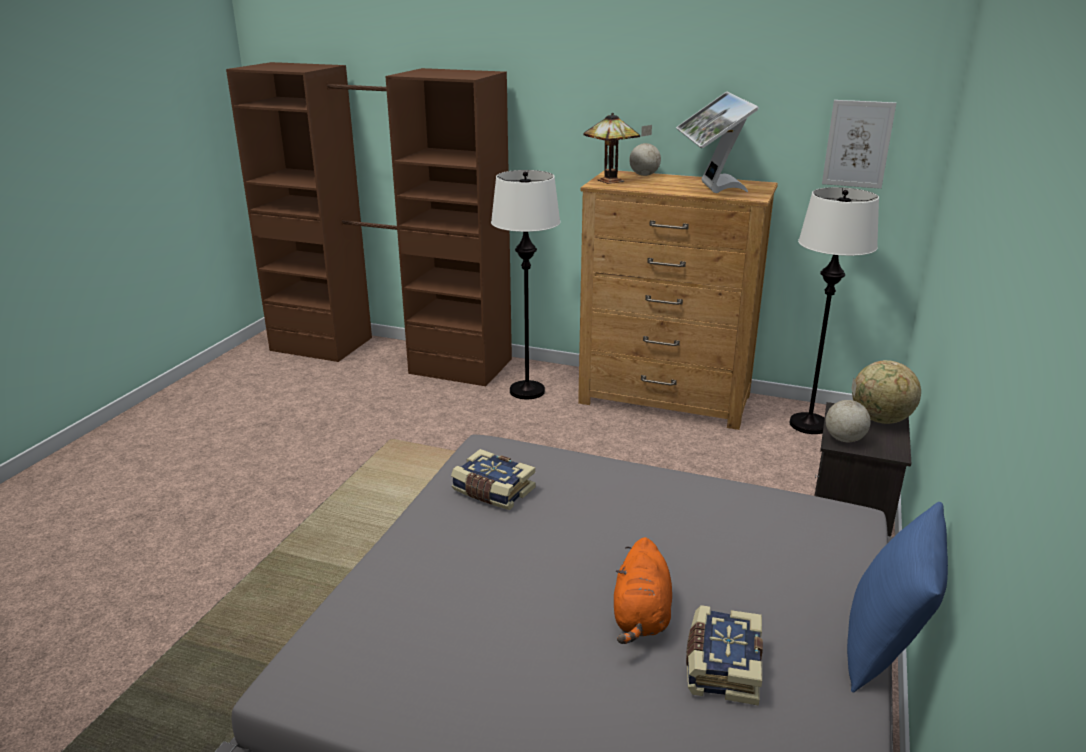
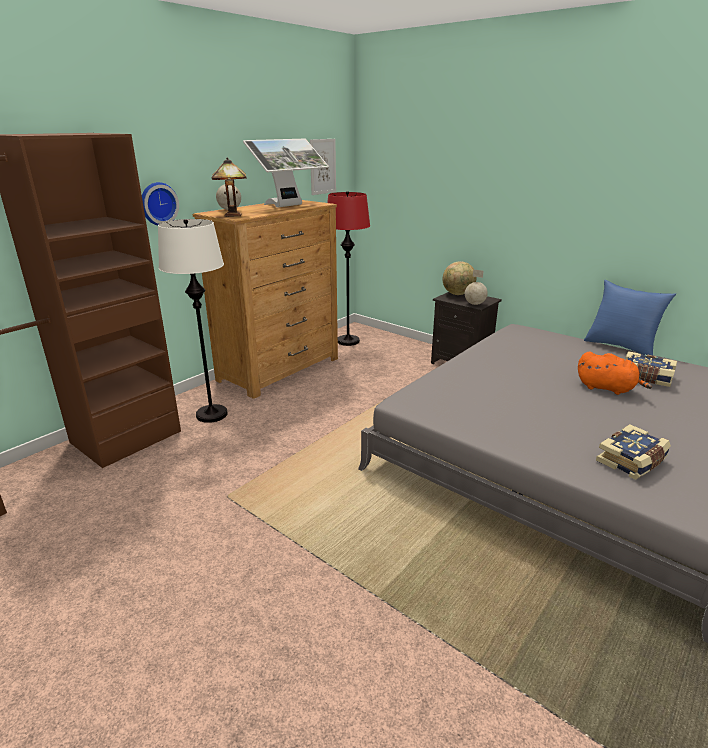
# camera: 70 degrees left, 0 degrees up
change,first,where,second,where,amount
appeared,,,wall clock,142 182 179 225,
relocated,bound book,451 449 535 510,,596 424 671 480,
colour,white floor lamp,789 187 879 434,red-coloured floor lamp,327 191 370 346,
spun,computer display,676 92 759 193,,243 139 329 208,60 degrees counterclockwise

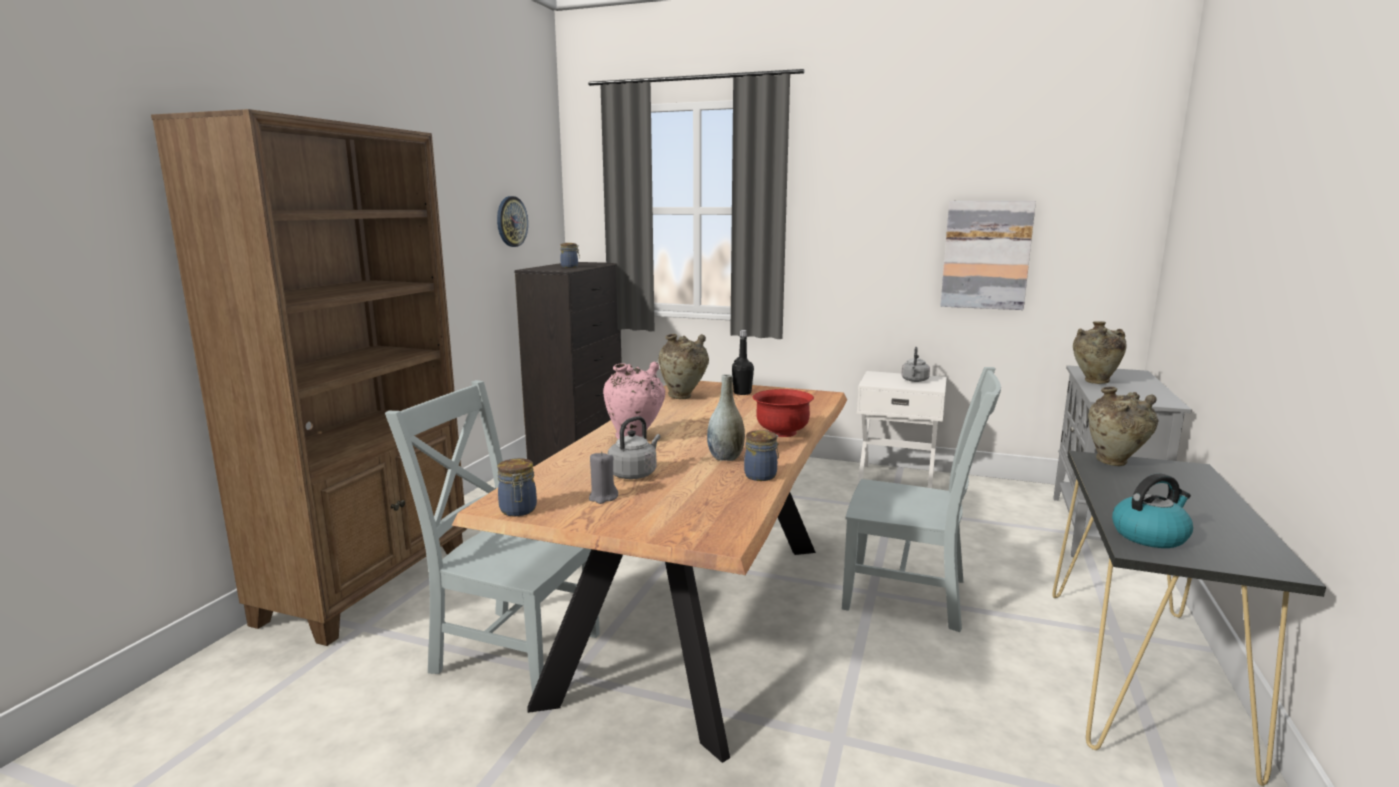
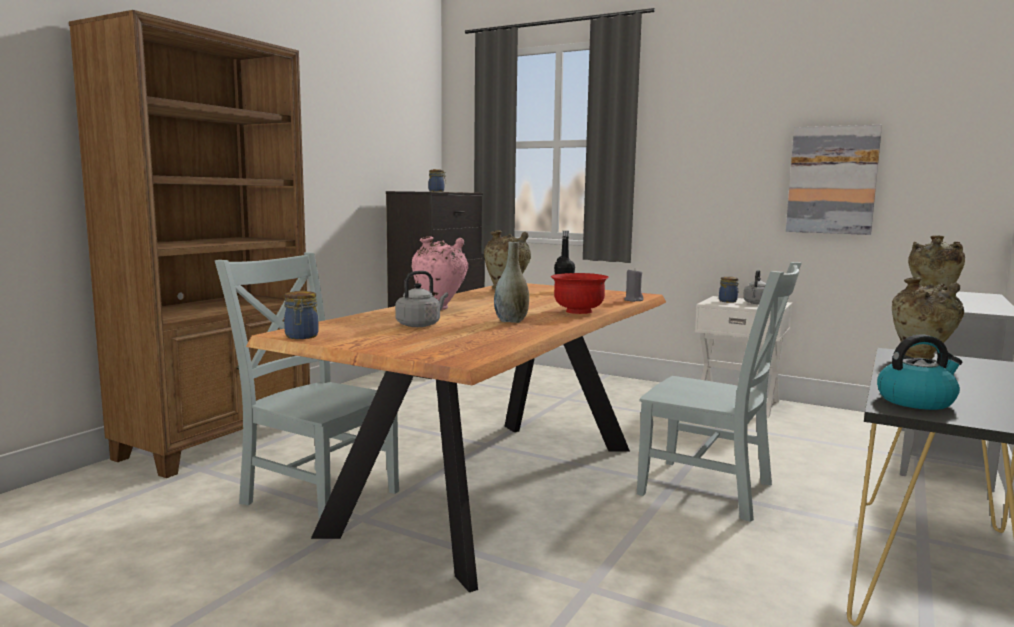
# camera: 10 degrees right, 5 degrees down
change,first,where,second,where,amount
missing,wall clock,497 196 528 247,,,
relocated,grey candle,589 451 618 504,,624 270 644 302,
relocated,jar,744 430 779 481,,719 276 739 303,

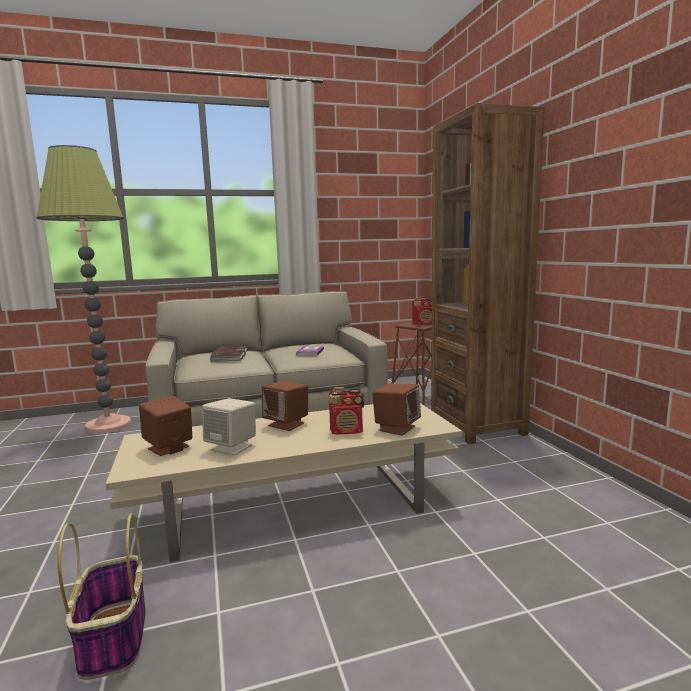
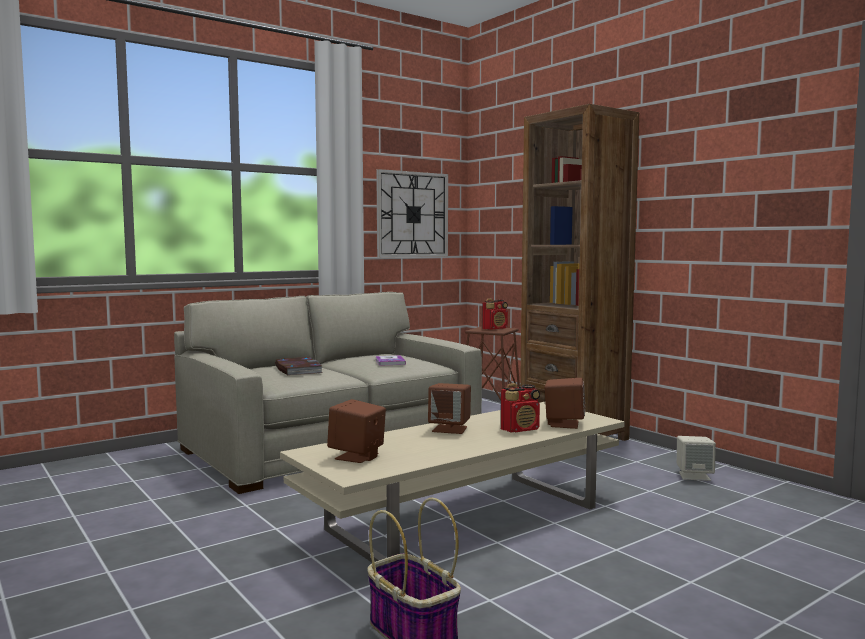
# camera: 20 degrees left, 5 degrees down
change,first,where,second,where,amount
missing,floor lamp,36 145 131 434,,,
appeared,,,wall clock,376 169 448 258,
relocated,sand-coloured audio speaker,202 398 256 455,,677 436 716 481,

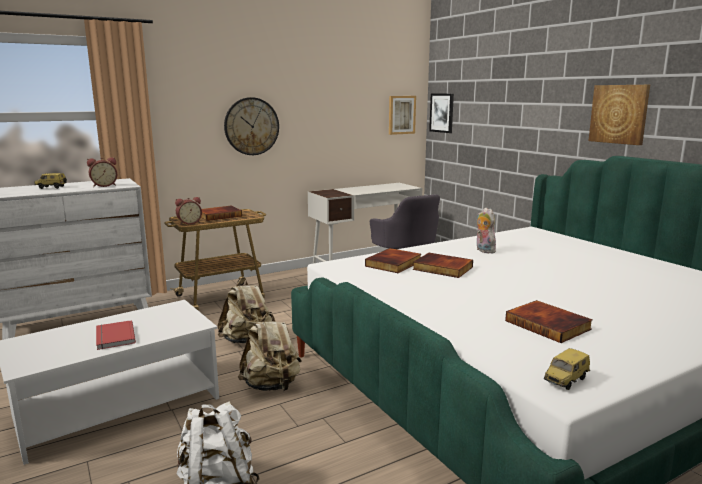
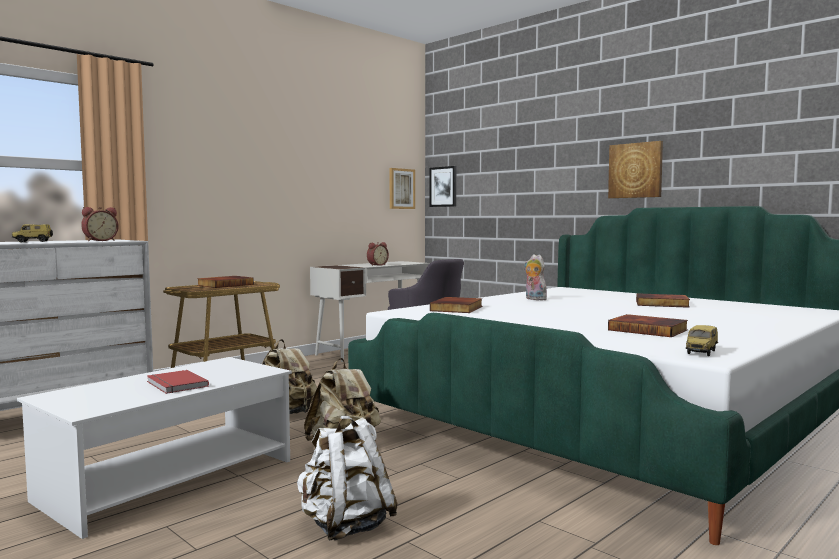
# camera: 15 degrees left, 10 degrees down
change,first,where,second,where,amount
missing,wall clock,224 97 279 155,,,
relocated,alarm clock,175 197 202 225,,367 242 389 266,
relocated,bound book,413 253 473 278,,636 293 690 308,

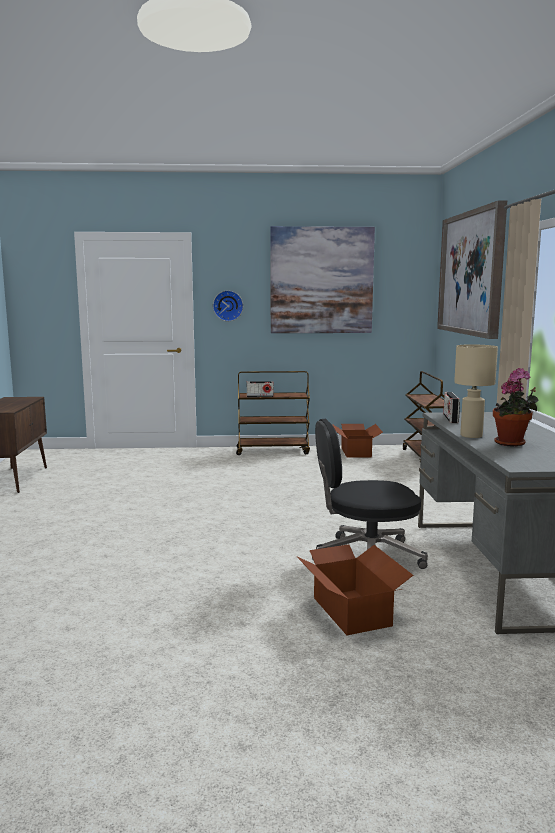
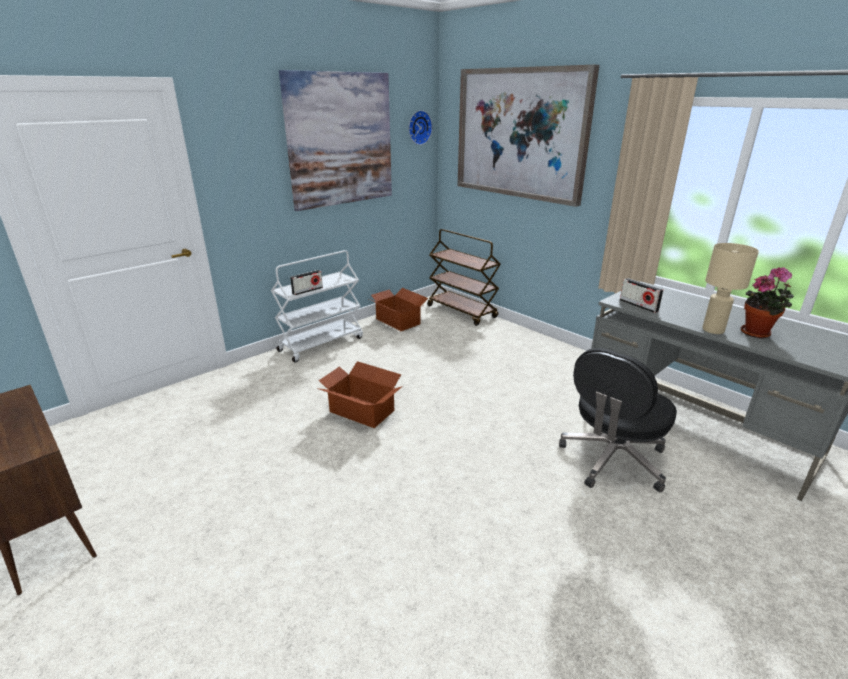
# camera: 40 degrees left, 15 degrees up
change,first,where,second,where,amount
relocated,wall clock,213 290 243 321,,409 110 432 145,
relocated,cardboard box,296 544 413 635,,317 361 403 428,
colour,brownish trolley,236 371 310 455,white trolley,271 250 363 363,

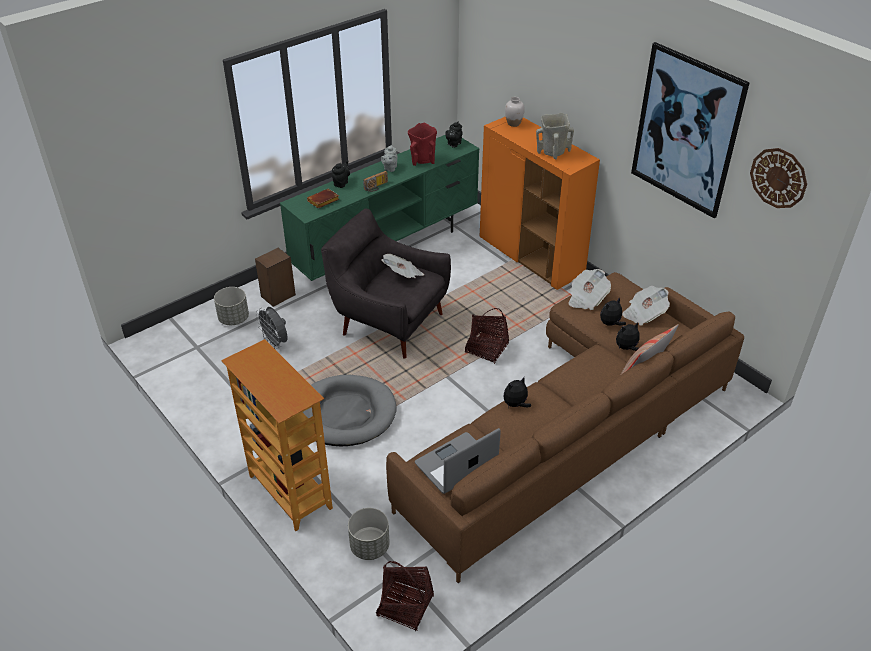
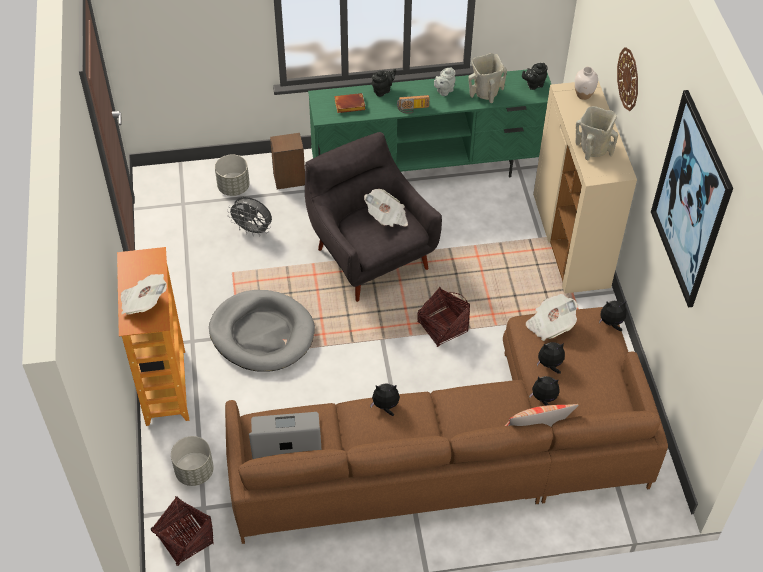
# camera: 30 degrees right, 10 degrees up
change,first,where,second,where,amount
appeared,,,soft toy,599 301 627 331,
relocated,newspaper,622 286 670 326,,121 274 167 315,
relocated,wall clock,750 148 807 208,,617 47 638 111,
colour,red-coloured flower vase,408 123 437 166,sand-coloured flower vase,468 53 507 103,
colour,orange-coloured cabinet,480 116 600 290,sand-coloured cabinet,533 81 637 293,
spun,grey cooling fan,255 307 288 349,,227 197 272 237,60 degrees counterclockwise

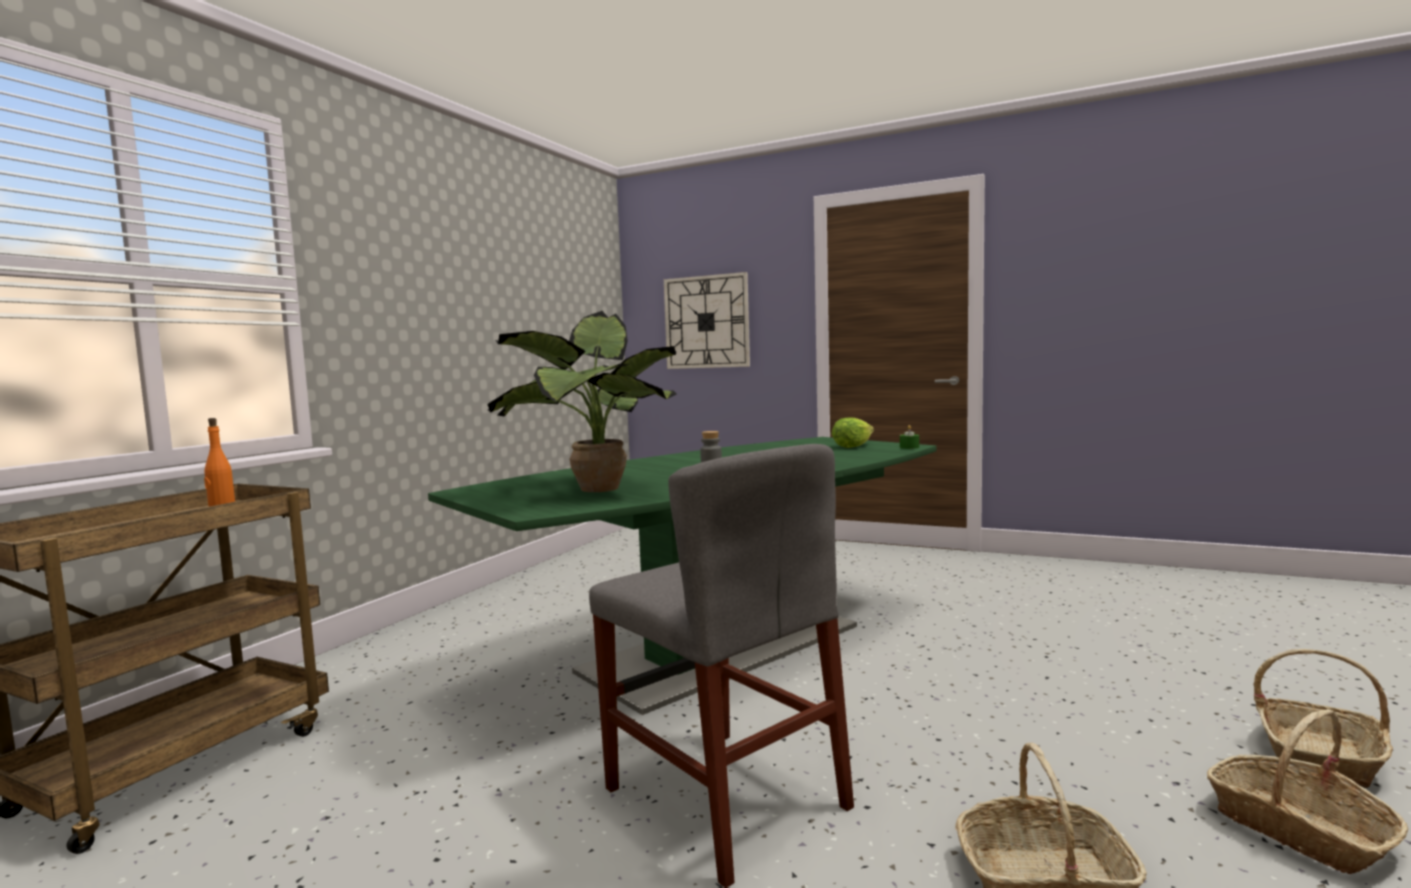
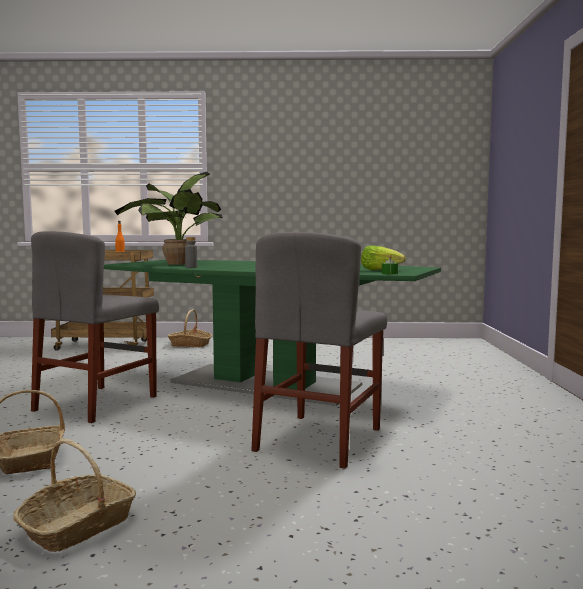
# camera: 65 degrees right, 0 degrees up
change,first,where,second,where,amount
missing,wall clock,664 272 750 369,,,
appeared,,,grey upright chair,251 232 387 469,
relocated,household basket,1253 649 1393 788,,168 310 212 347,

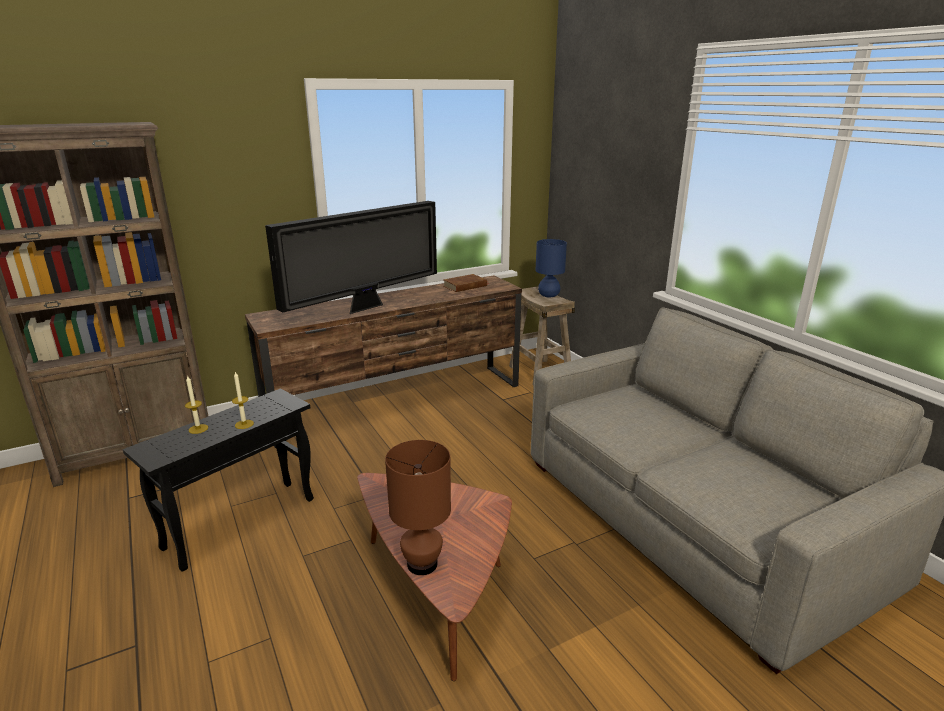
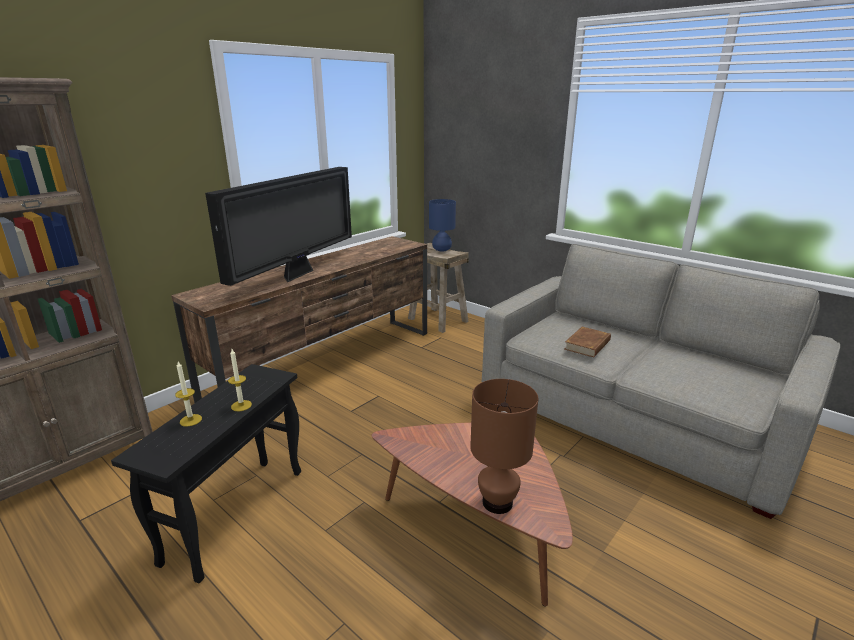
# camera: 20 degrees left, 0 degrees up
change,first,where,second,where,amount
relocated,brownish bound book,443 274 489 292,,564 327 611 358,

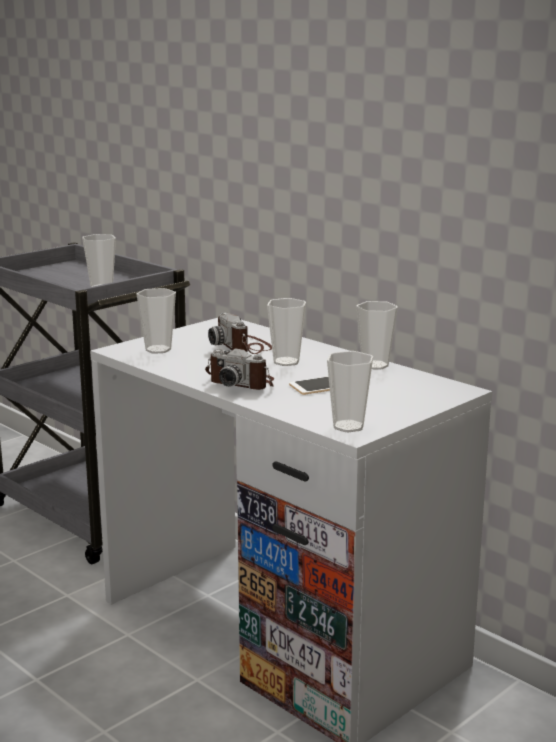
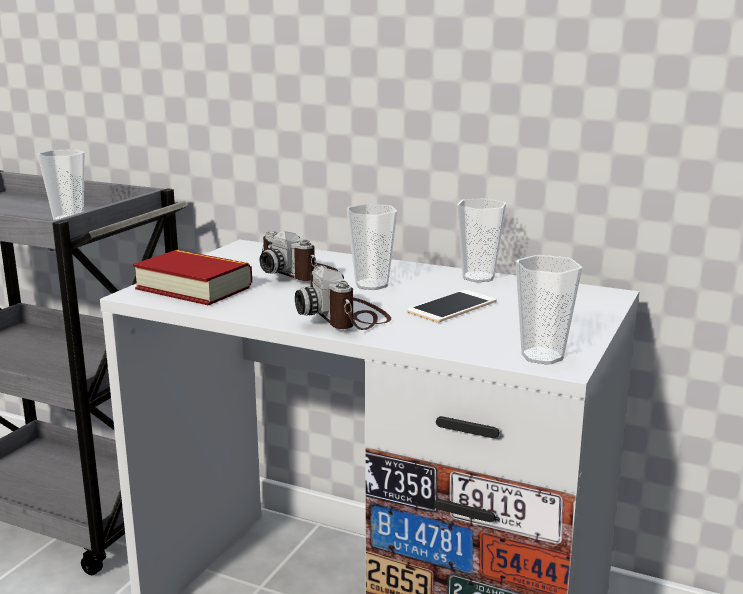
# camera: 20 degrees left, 0 degrees up
change,first,where,second,where,amount
exchanged,drinking cup,136 288 176 354,bound book,133 250 252 306,
spun,photo camera,205 348 274 390,,295 266 391 330,60 degrees clockwise

